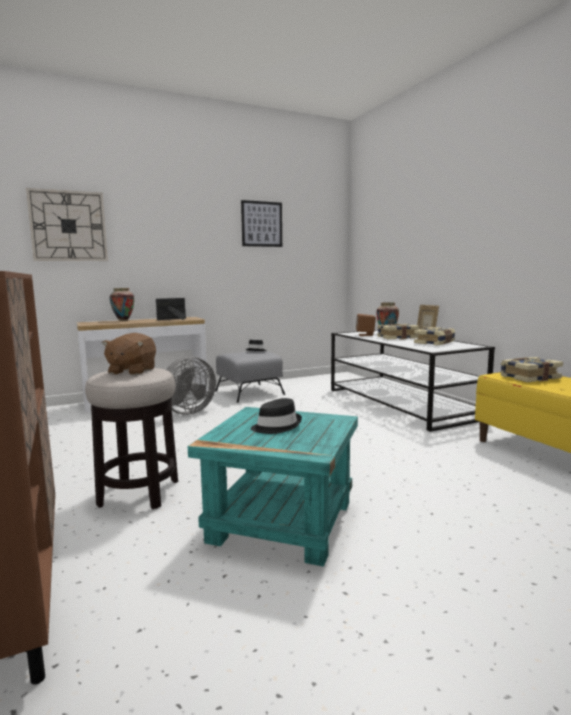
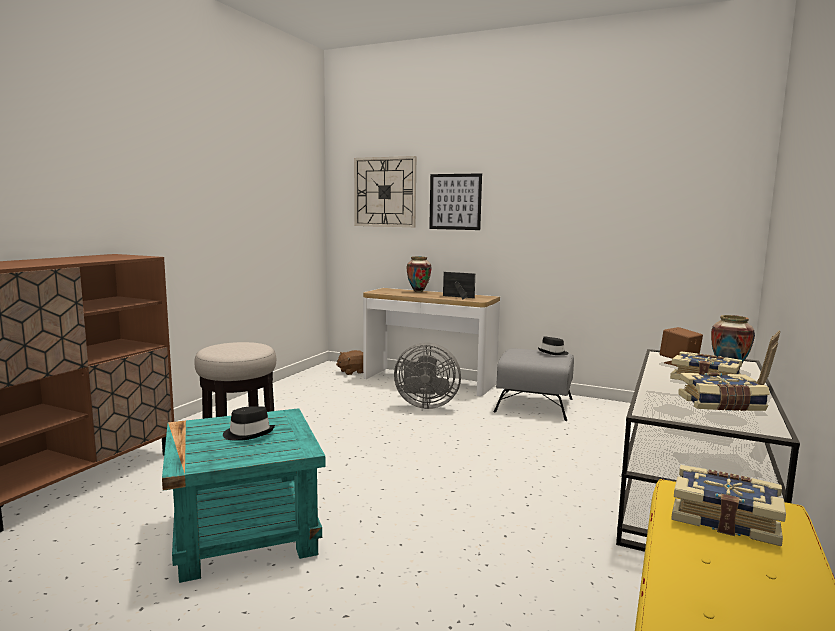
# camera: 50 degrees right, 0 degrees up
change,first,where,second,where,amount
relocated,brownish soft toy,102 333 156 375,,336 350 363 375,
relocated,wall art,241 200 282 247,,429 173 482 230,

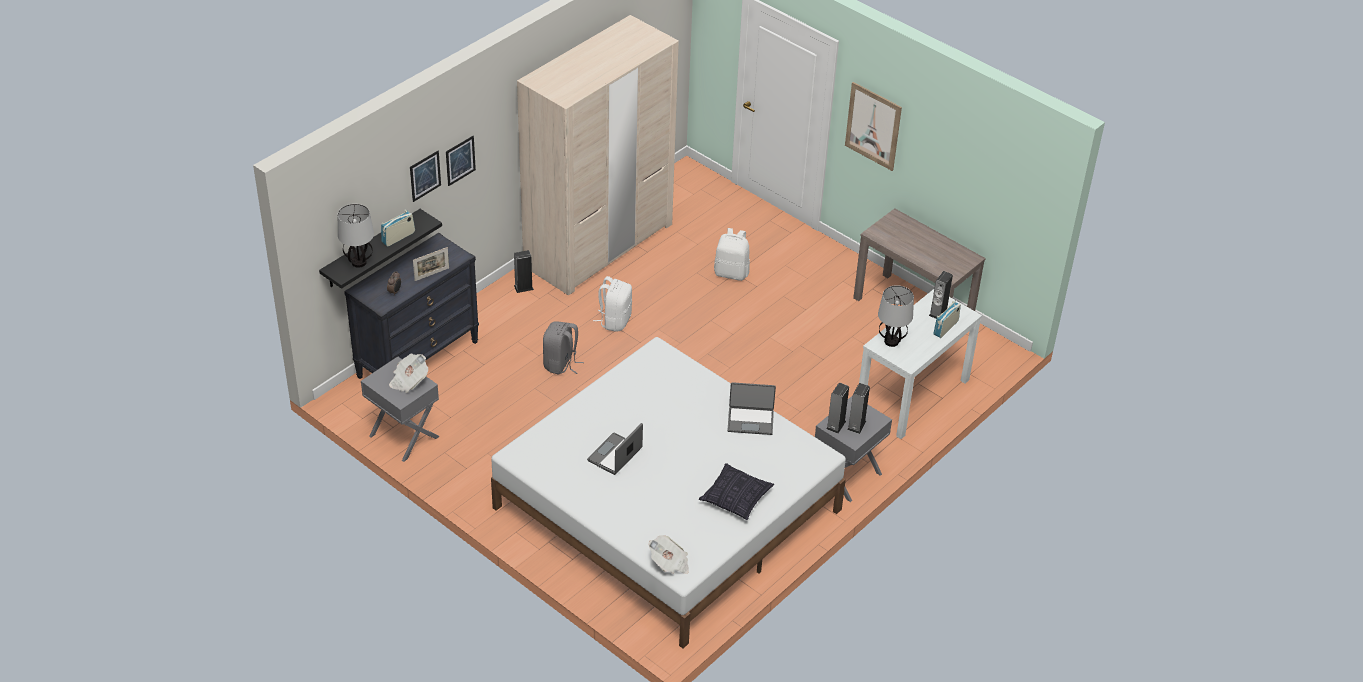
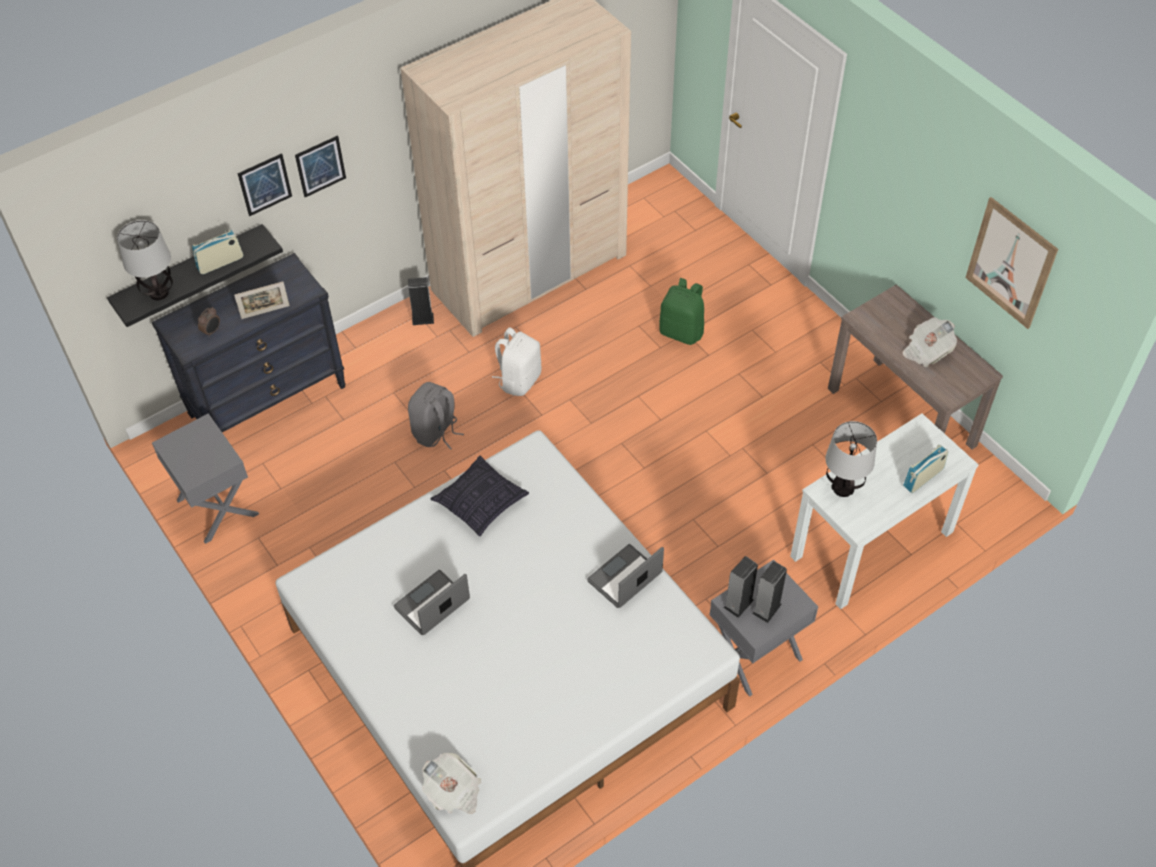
# camera: 15 degrees right, 10 degrees up
change,first,where,second,where,amount
missing,audio speaker,929 271 953 319,,,
relocated,newspaper,389 354 428 393,,902 317 957 367,
relocated,cushion,699 463 774 520,,431 456 529 536,
relocated,wall art,845 82 902 171,,965 197 1058 329,
colour,white knapsack,714 228 750 281,green-coloured knapsack,659 278 704 345,
spun,notebook computer,727 382 776 435,,587 544 664 608,120 degrees clockwise

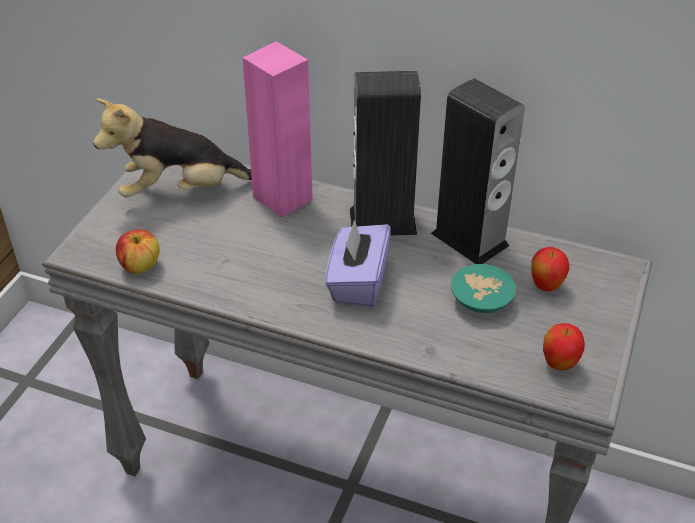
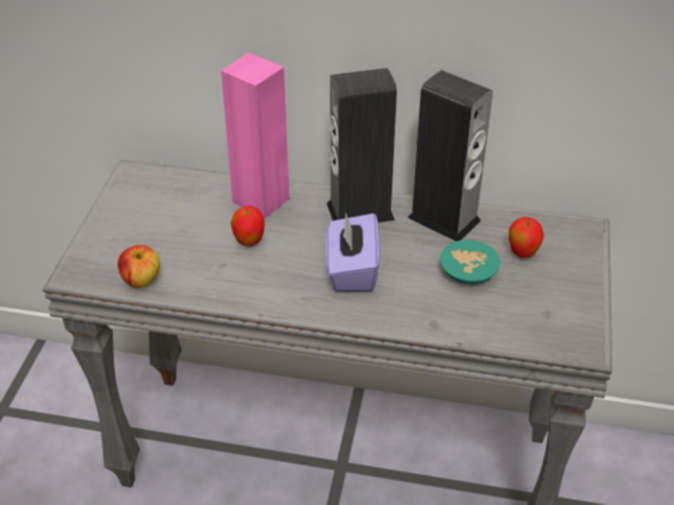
# camera: 10 degrees left, 0 degrees up
change,first,where,second,where,amount
missing,soft toy,93 98 252 197,,,
relocated,apple,543 323 585 371,,231 206 265 246,

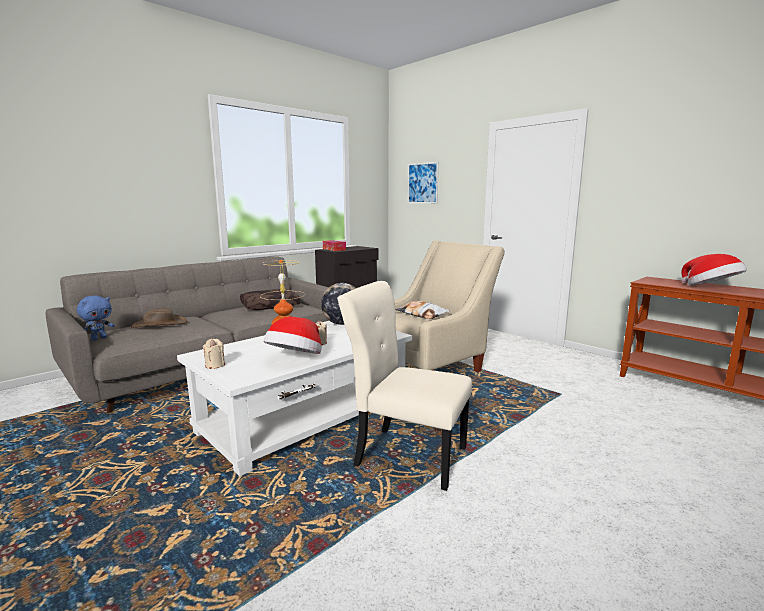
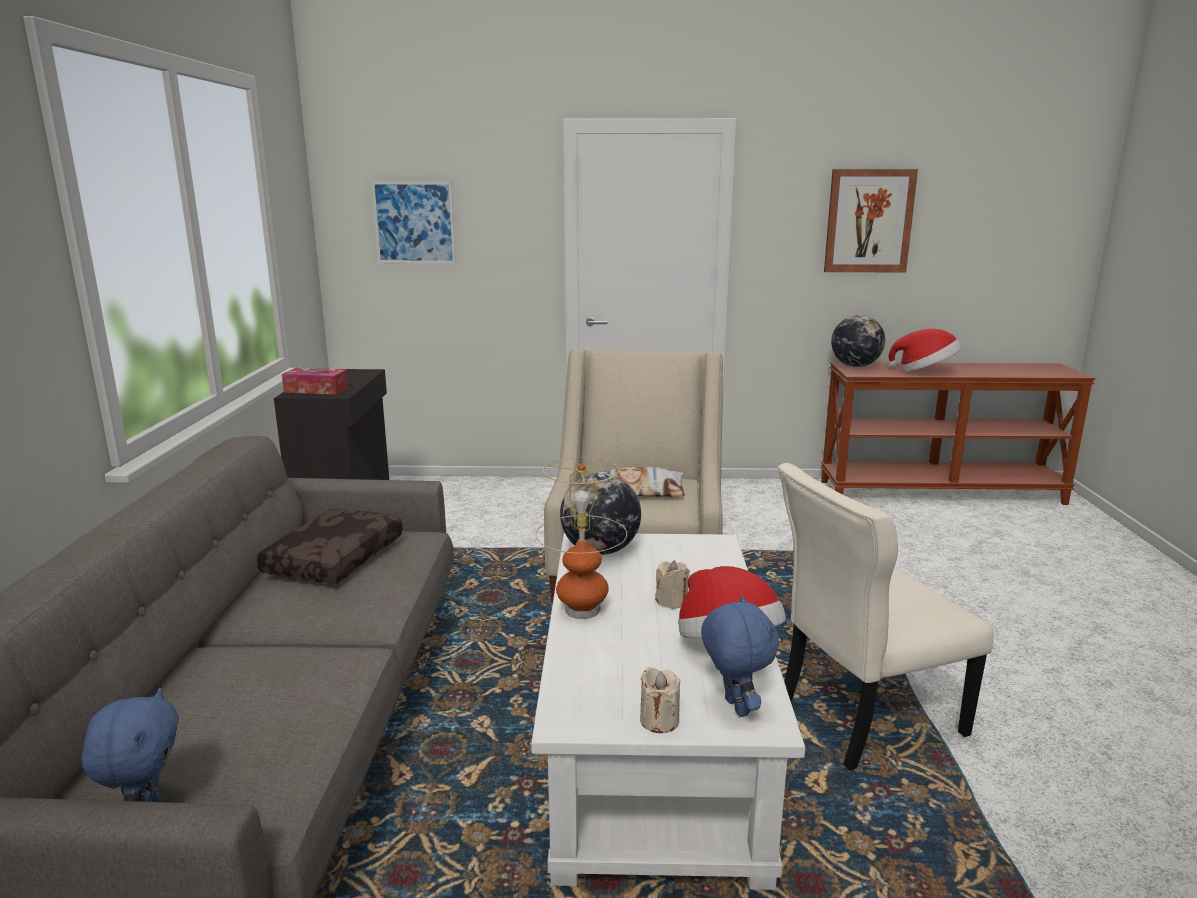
# camera: 45 degrees left, 5 degrees up
change,first,where,second,where,amount
missing,brownish hat,131 308 187 328,,,
appeared,,,blue soft toy,701 595 779 717,
appeared,,,wall art,824 169 918 272,
appeared,,,world globe,831 315 885 367,

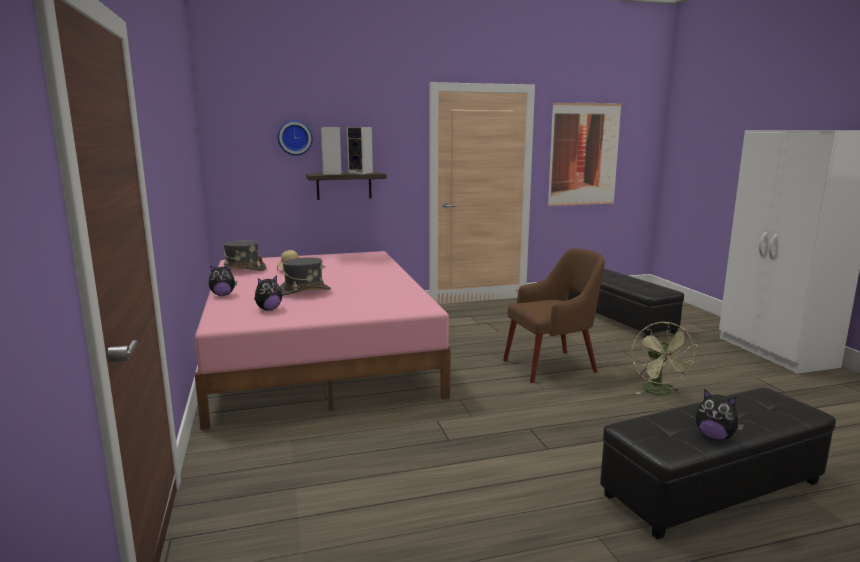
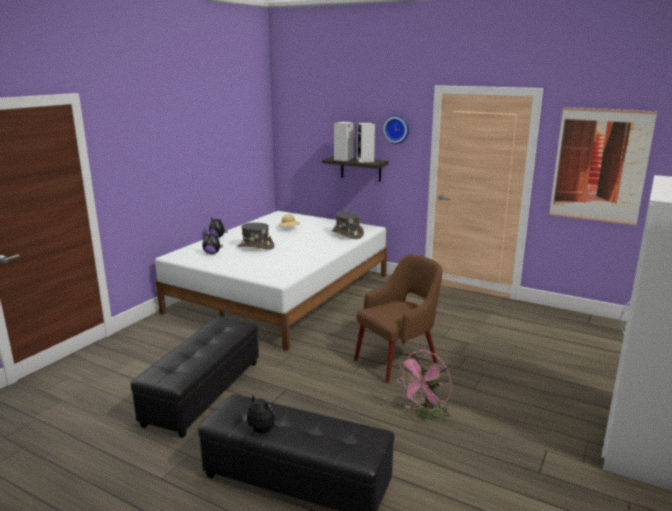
# camera: 45 degrees right, 5 degrees up
change,first,where,second,where,amount
relocated,grey hat,223 240 266 271,,332 212 364 239,
relocated,wall clock,278 120 313 156,,383 115 409 144,
relocated,black ottoman,568 268 684 338,,130 317 259 438,
colour,pink bedroom bed,195 251 451 430,white bedroom bed,155 211 387 351,
colour,green-coloured cooling fan,631 322 698 395,pink cooling fan,397 350 452 423,
spun,brownish armchair,503 248 605 383,,354 254 442 383,60 degrees counterclockwise
spun,soft toy,696 389 744 440,,242 395 275 436,135 degrees clockwise

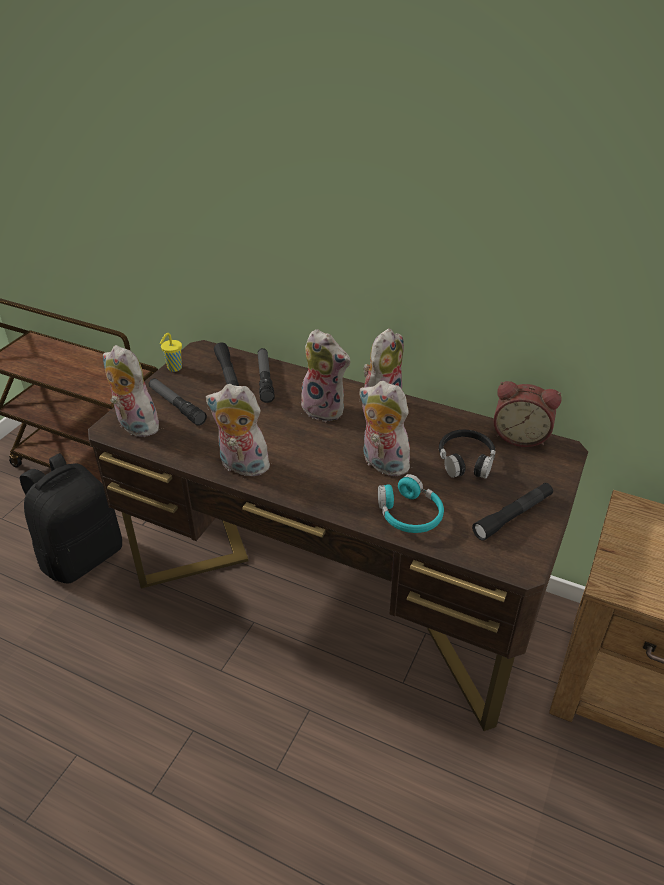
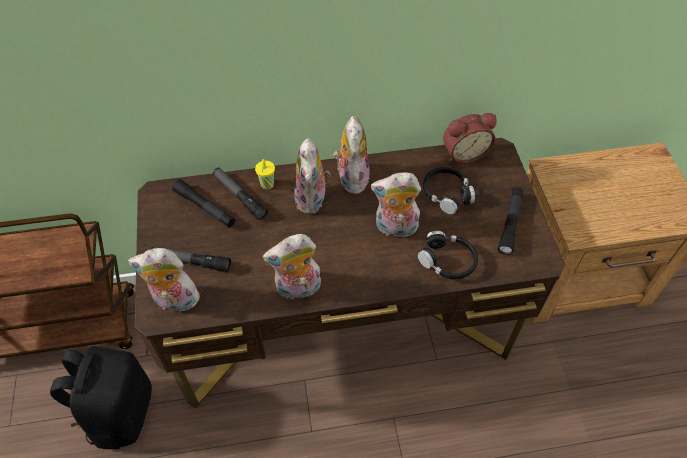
# camera: 35 degrees left, 15 degrees up
change,first,where,second,where,amount
relocated,yellowish drinking cup,160 333 182 372,,255 159 275 189,
colour,turquoise-coloured headphones,378 474 444 533,black headphones,418 231 478 279,
spun,soft toy,301 329 350 422,,294 138 331 214,90 degrees clockwise

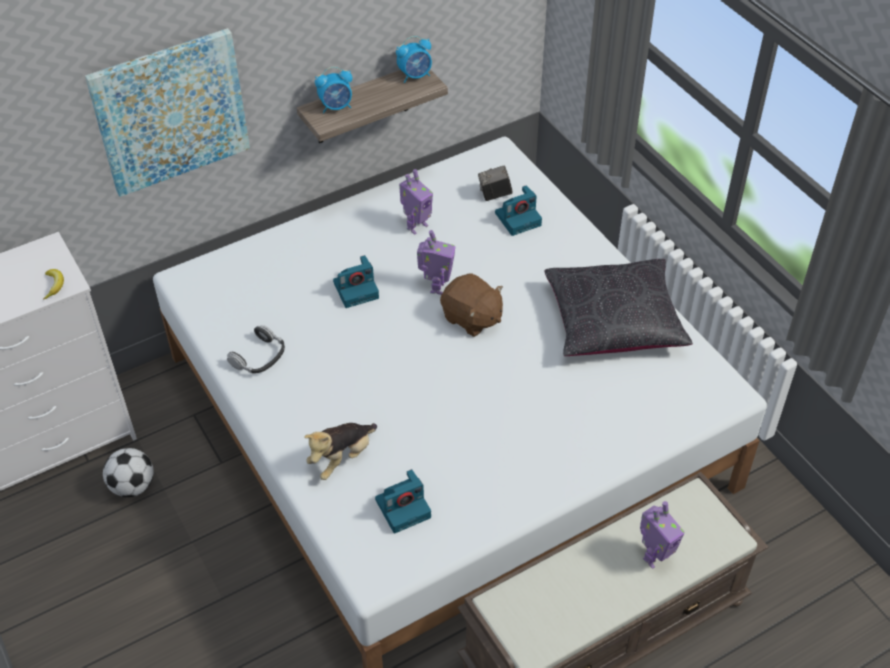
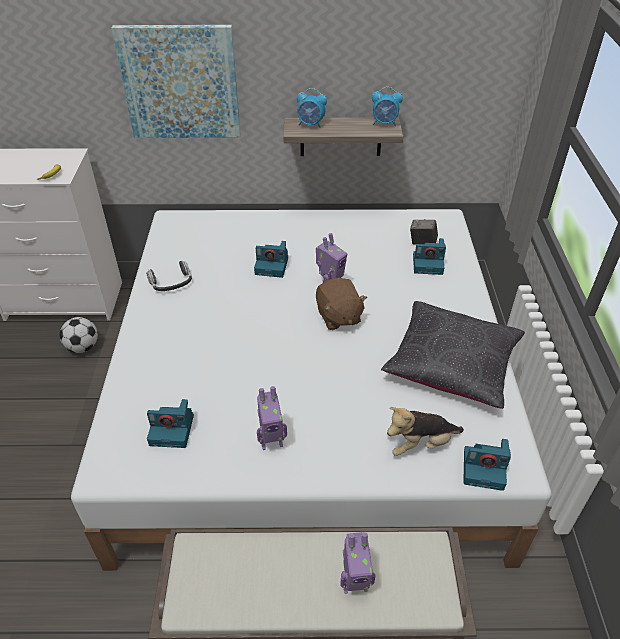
# camera: 30 degrees right, 5 degrees down
change,first,where,second,where,amount
appeared,,,photo camera,464 439 511 491,
relocated,soft toy,304 423 377 480,,387 407 464 456,
relocated,model robot,399 169 433 235,,257 386 287 450,

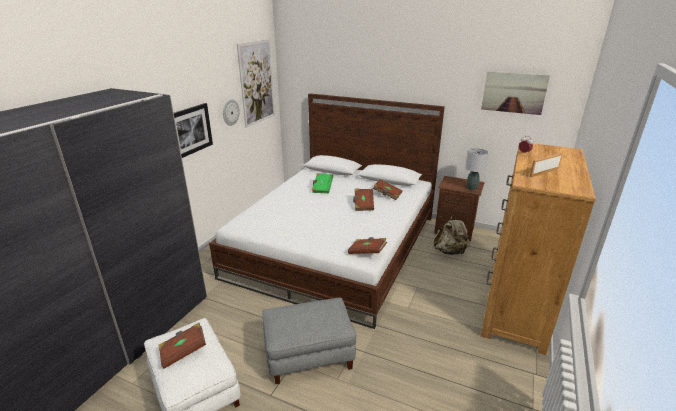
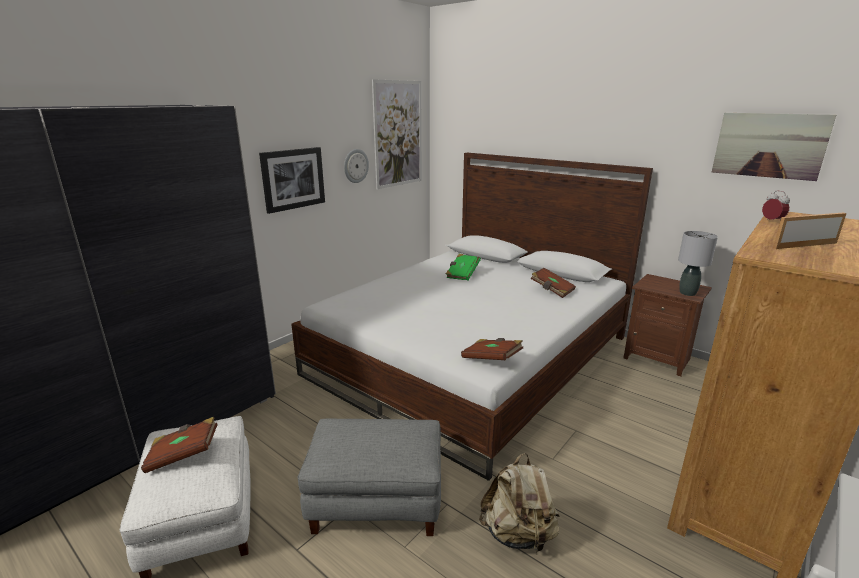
# camera: 15 degrees right, 5 degrees down
change,first,where,second,where,amount
missing,brownish bound book,353 189 374 211,,,
relocated,sand-coloured knapsack,434 215 470 255,,479 453 560 554,

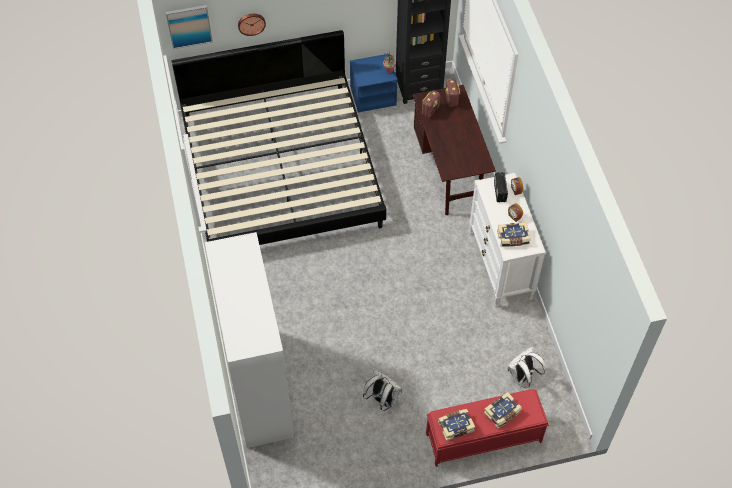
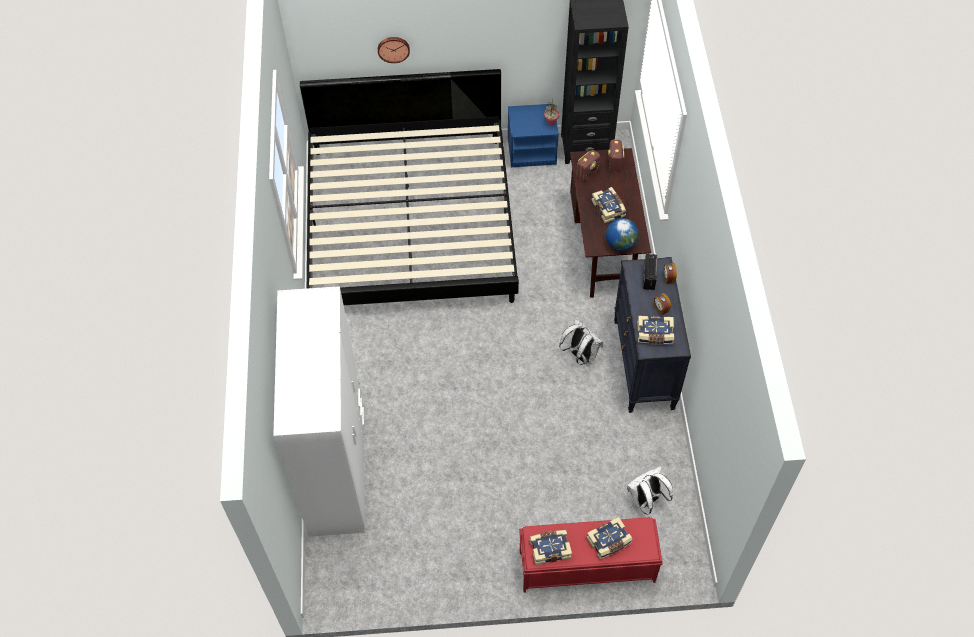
# camera: 10 degrees right, 0 degrees up
change,first,where,second,where,amount
missing,wall art,166 5 213 49,,,
appeared,,,bound book,591 187 626 223,
appeared,,,world globe,606 218 639 251,
relocated,white knapsack,363 370 402 411,,559 319 603 365,
colour,white chest of drawers,469 173 546 307,black chest of drawers,614 257 691 413,

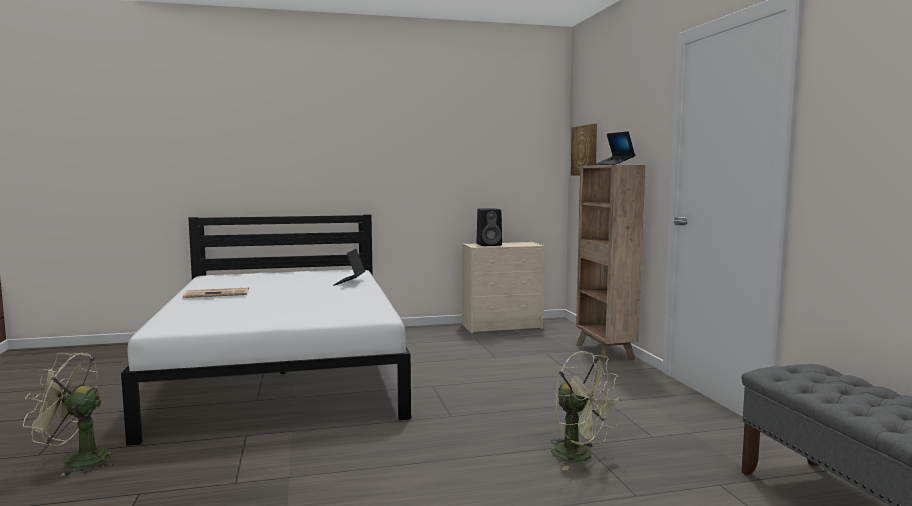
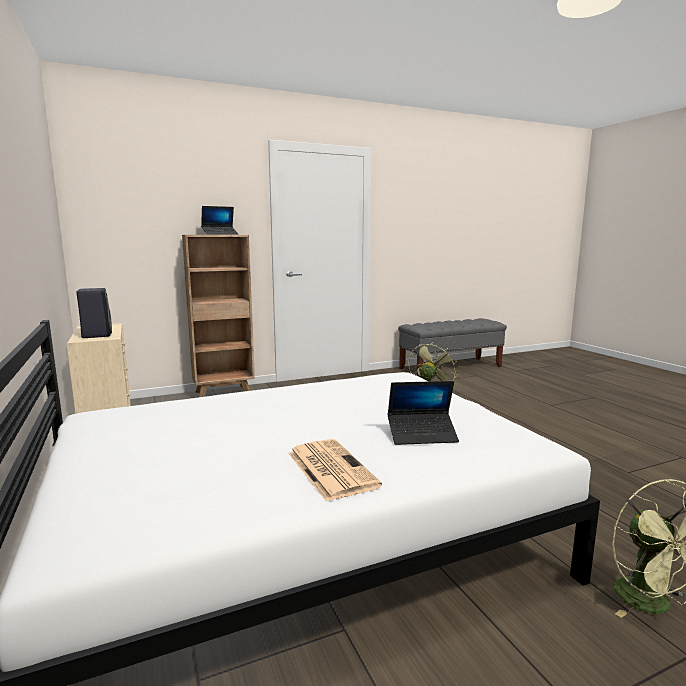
# camera: 100 degrees left, 5 degrees up
change,first,where,second,where,amount
missing,wall art,571 124 597 176,,,
relocated,notebook computer,334 249 365 286,,388 381 459 445,

